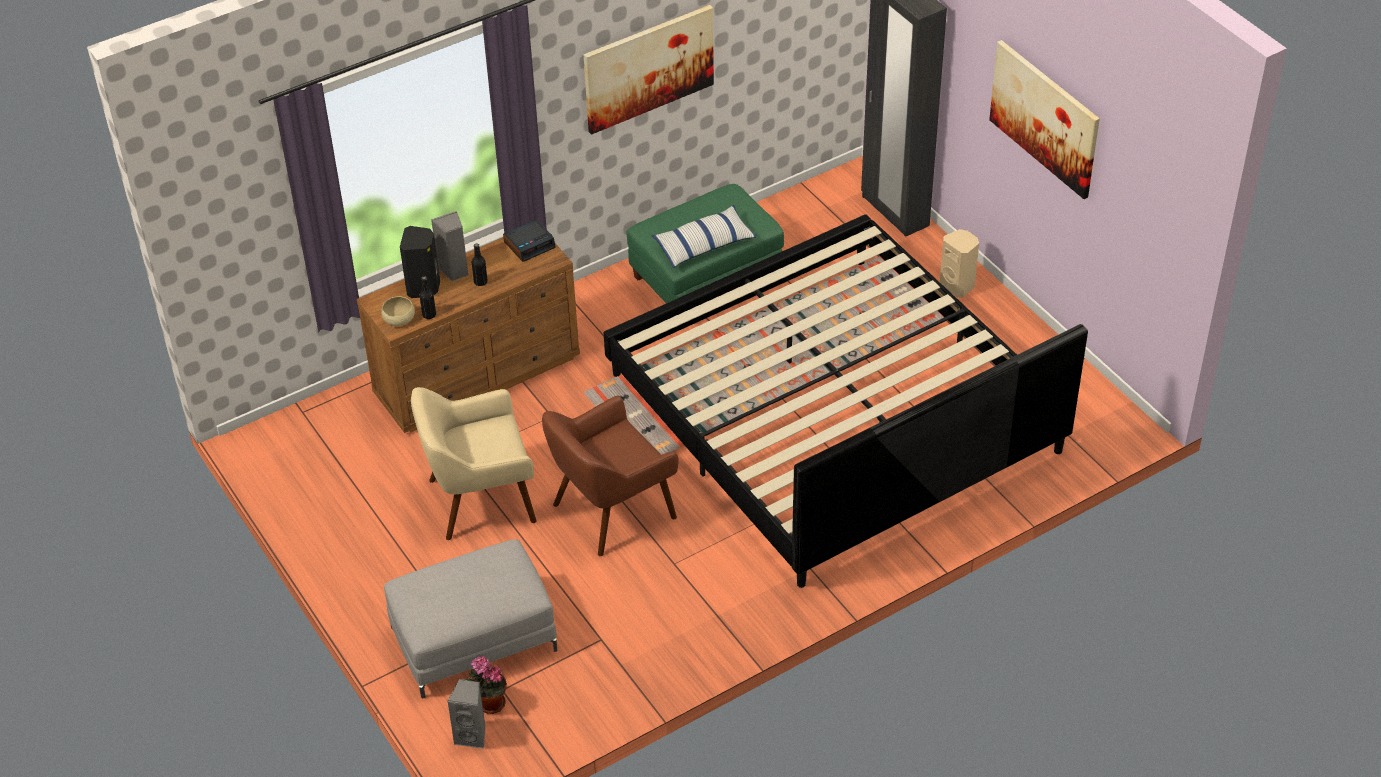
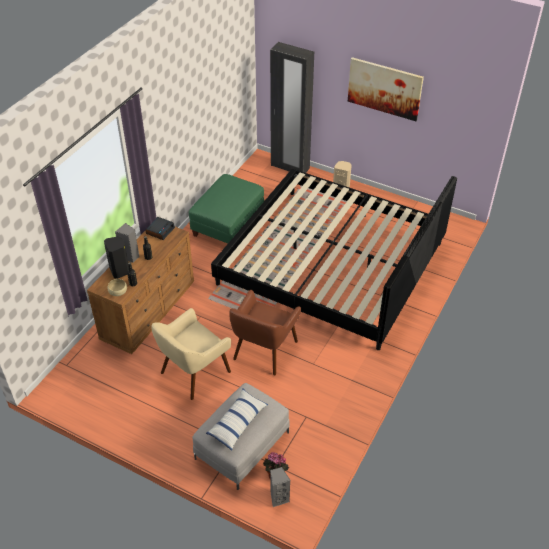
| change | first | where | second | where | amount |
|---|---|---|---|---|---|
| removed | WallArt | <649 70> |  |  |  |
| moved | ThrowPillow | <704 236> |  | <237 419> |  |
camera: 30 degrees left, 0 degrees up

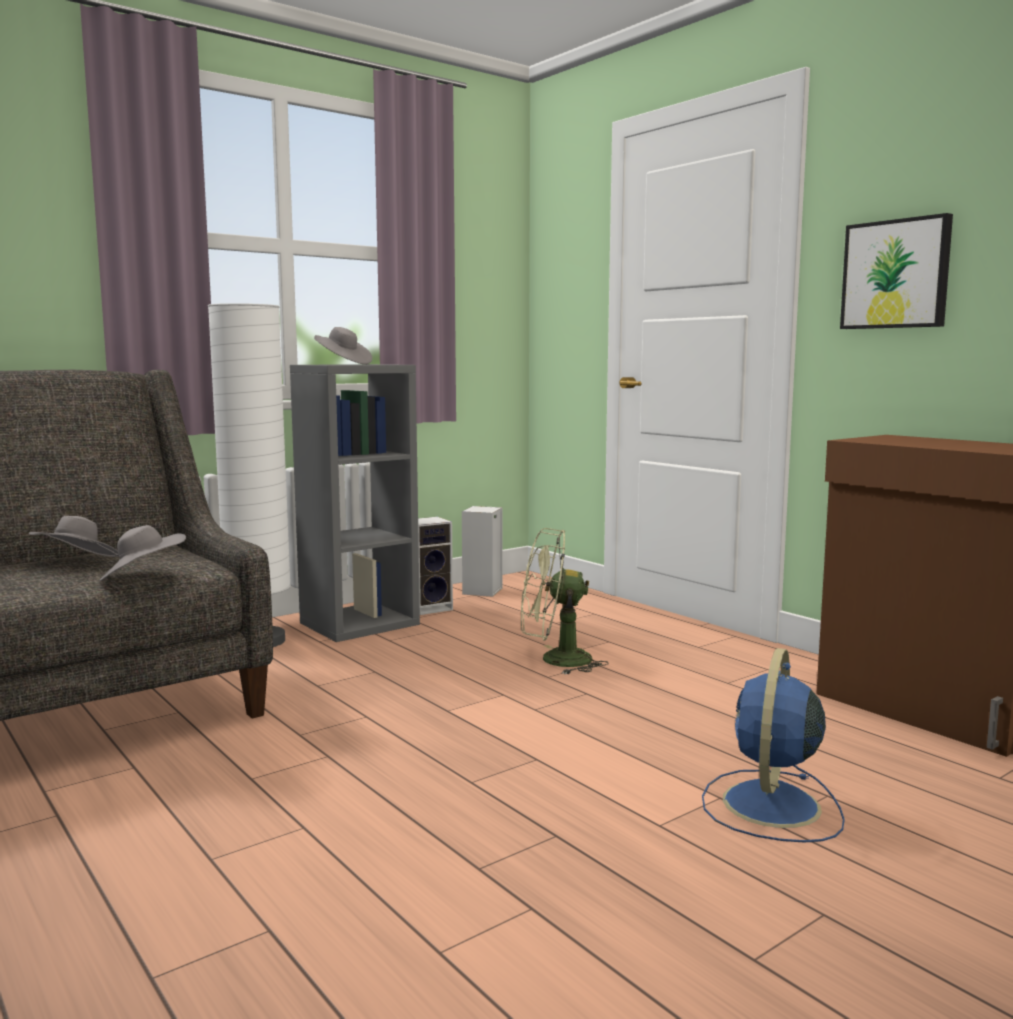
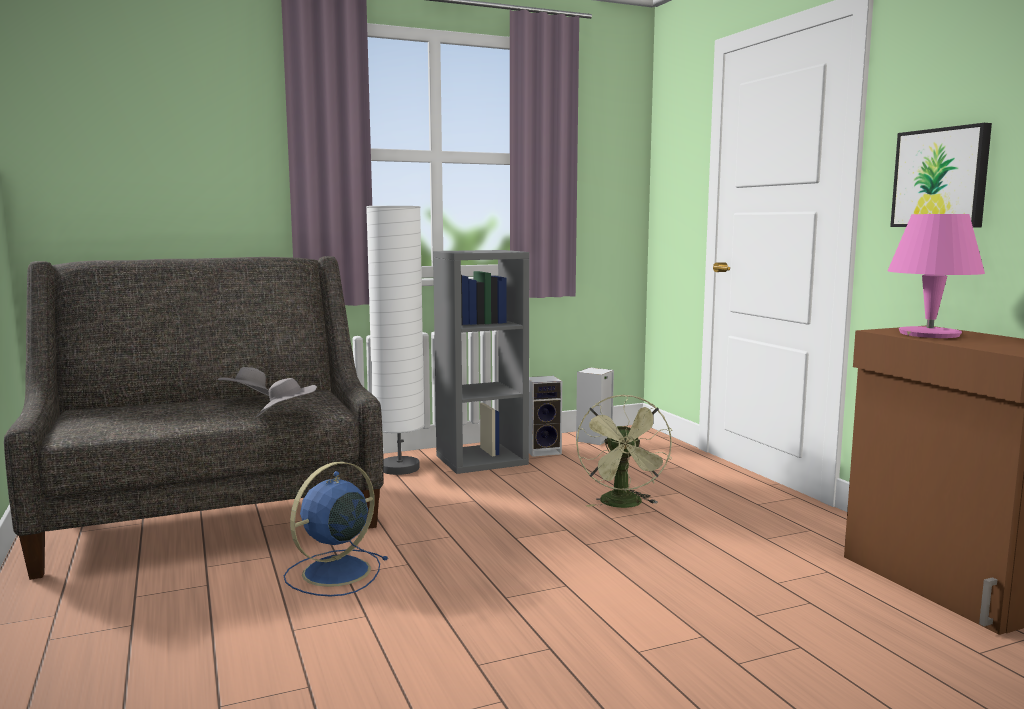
| change | first | where | second | where | amount |
|---|---|---|---|---|---|
| removed | GreyClothingHat | <343 345> |  |  |  |
| turned | GreenElectricFan | <565 601> |  | <624 451> | 105 degrees counterclockwise |
| moved | BluishElectricFan | <773 745> |  | <336 529> |  |
| added |  |  | PinkishTabletopLamp | <936 276> |  |
camera: 15 degrees right, 0 degrees up

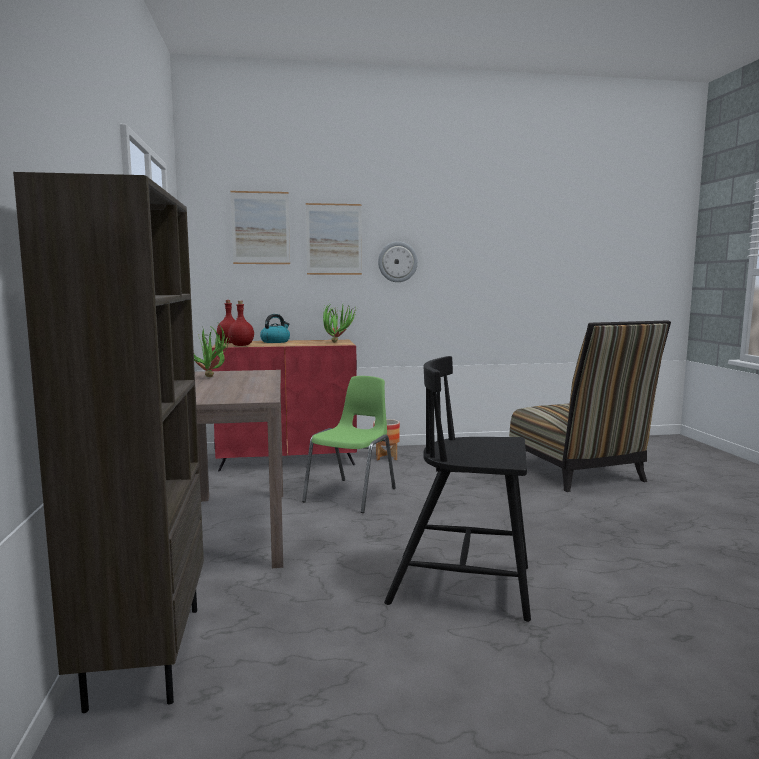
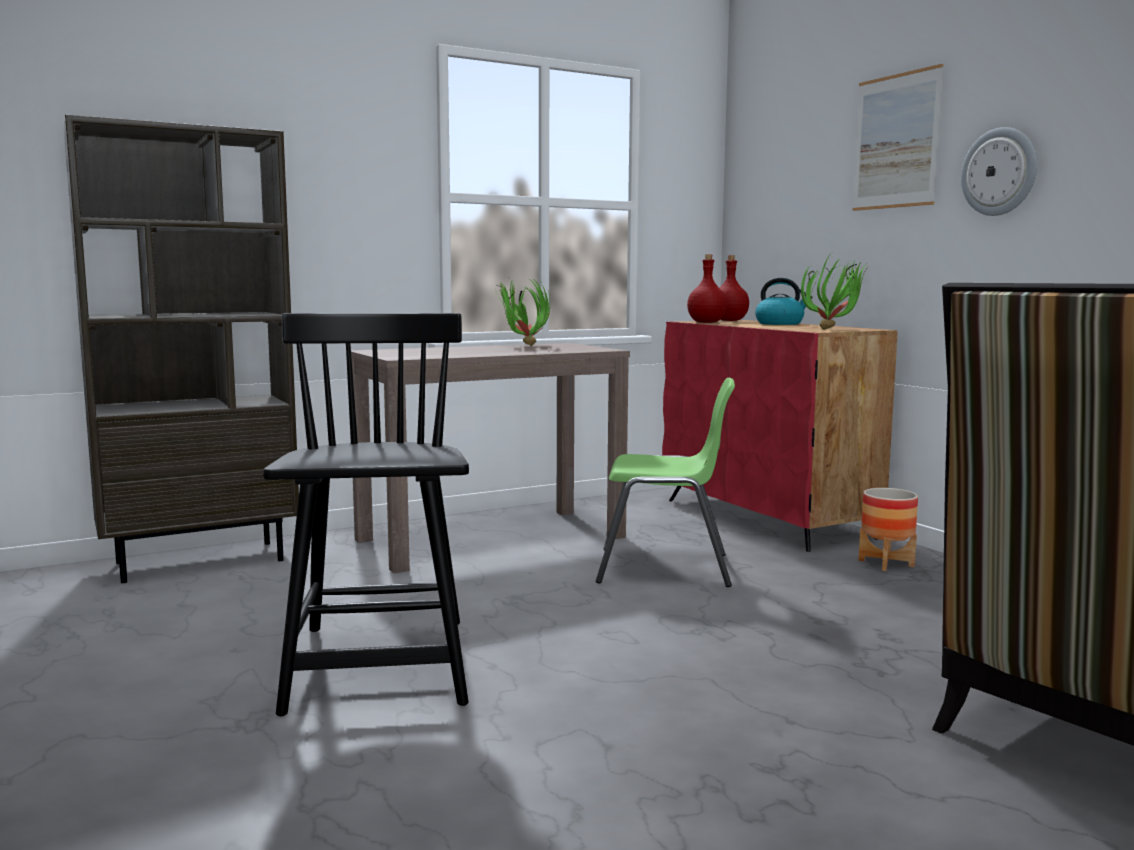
| change | first | where | second | where | amount |
|---|---|---|---|---|---|
| removed | WallArt | <260 227> |  |  |  |
camera: 70 degrees right, 0 degrees up

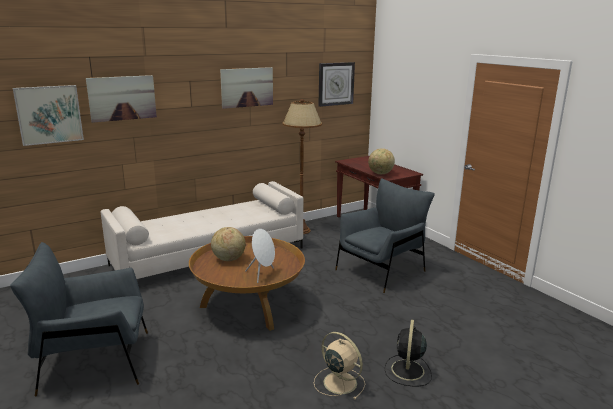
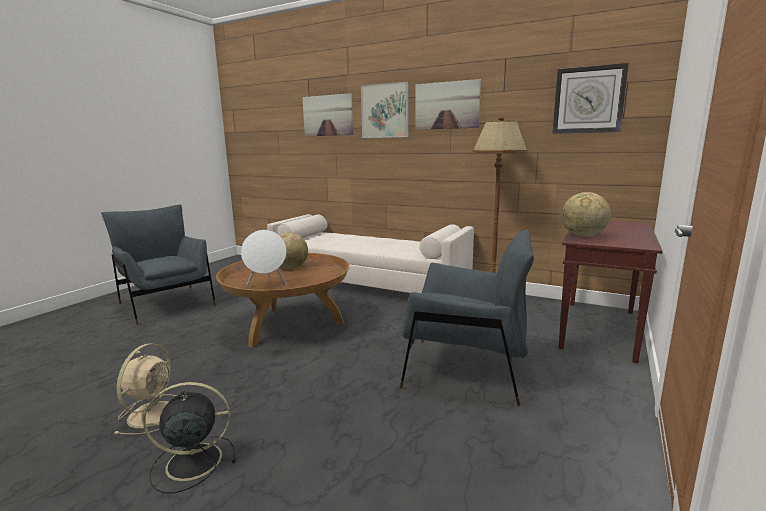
| change | first | where | second | where | amount |
|---|---|---|---|---|---|
| moved | WallArt | <48 115> |  | <384 110> |  |
camera: 60 degrees right, 5 degrees down

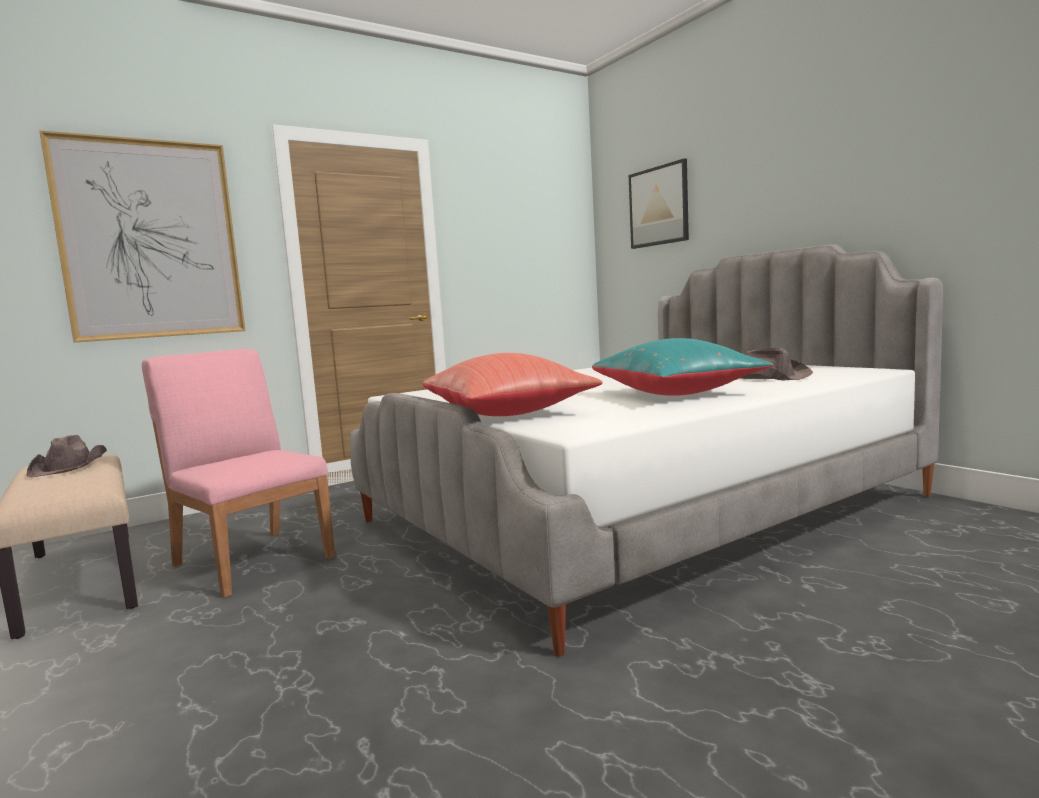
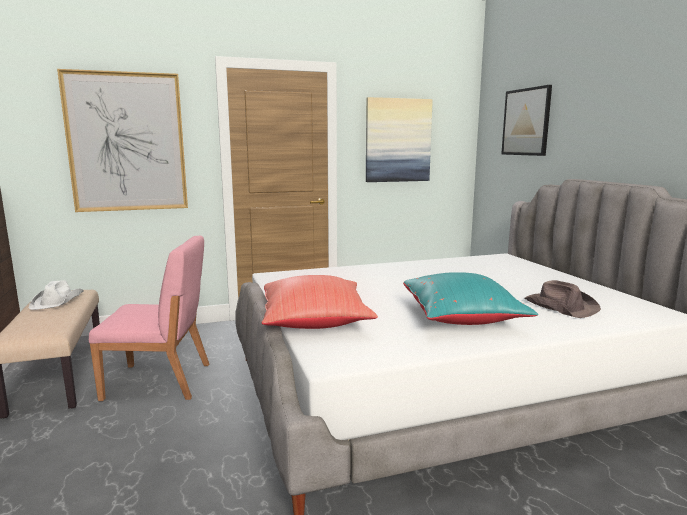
| change | first | where | second | where | amount |
|---|---|---|---|---|---|
| turned | PinkishUprightChair | <238 473> |  | <149 318> | 120 degrees clockwise |
| recoloured | BrownColouredClothingHat | <67 456> | WhiteClothingHat | <56 295> |  |
| added |  |  | WallArt | <399 139> |  |
camera: 15 degrees right, 5 degrees up

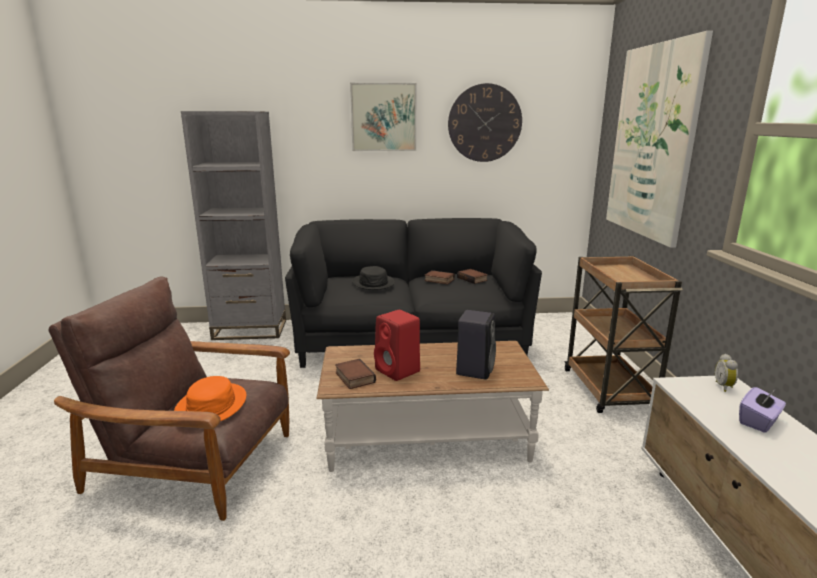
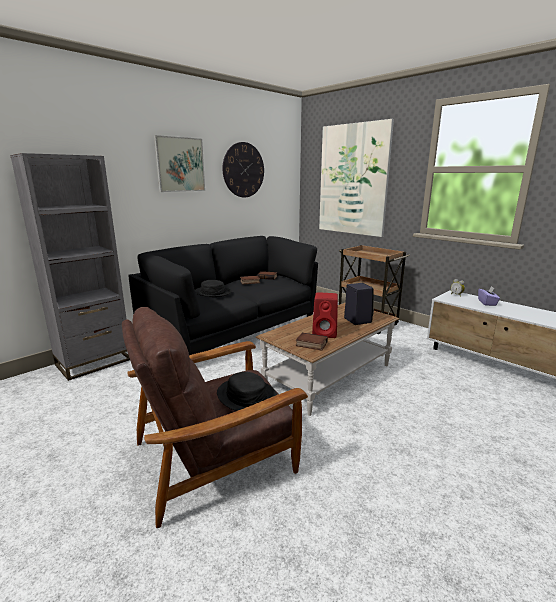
| change | first | where | second | where | amount |
|---|---|---|---|---|---|
| recoloured | OrangeyClothingHat | <210 398> | BlackColouredClothingHat | <247 391> |  |
camera: 40 degrees left, 0 degrees up

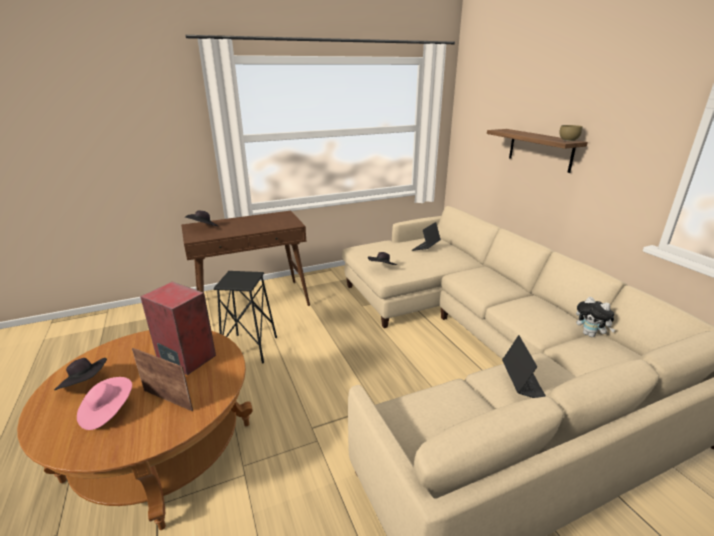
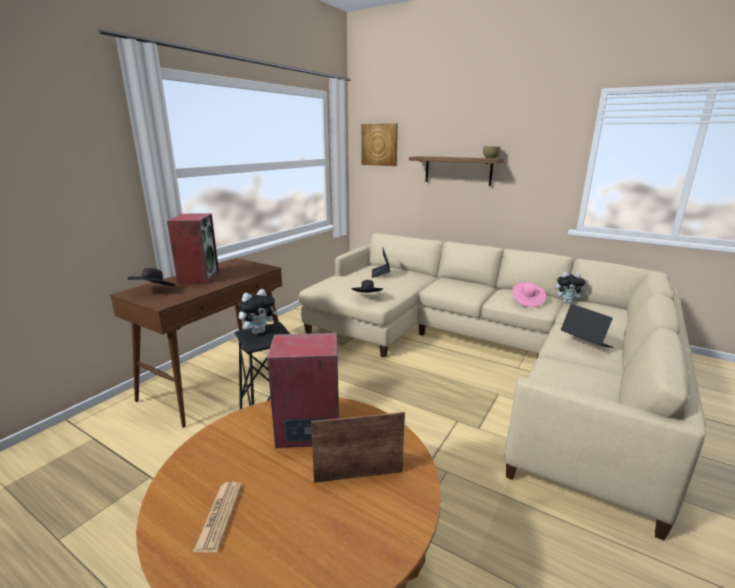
| change | first | where | second | where | amount |
|---|---|---|---|---|---|
| replaced | BlackColouredClothingHat | <80 374> | PrintedPaper | <217 517> |  |
| moved | PinkishClothingHat | <104 403> |  | <529 294> |  |
| added |  |  | WallArt | <379 144> |  |
| added |  |  | AudioSpeaker | <193 248> |  |
| added |  |  | PlushToy | <258 311> |  |
camera: 35 degrees left, 5 degrees down

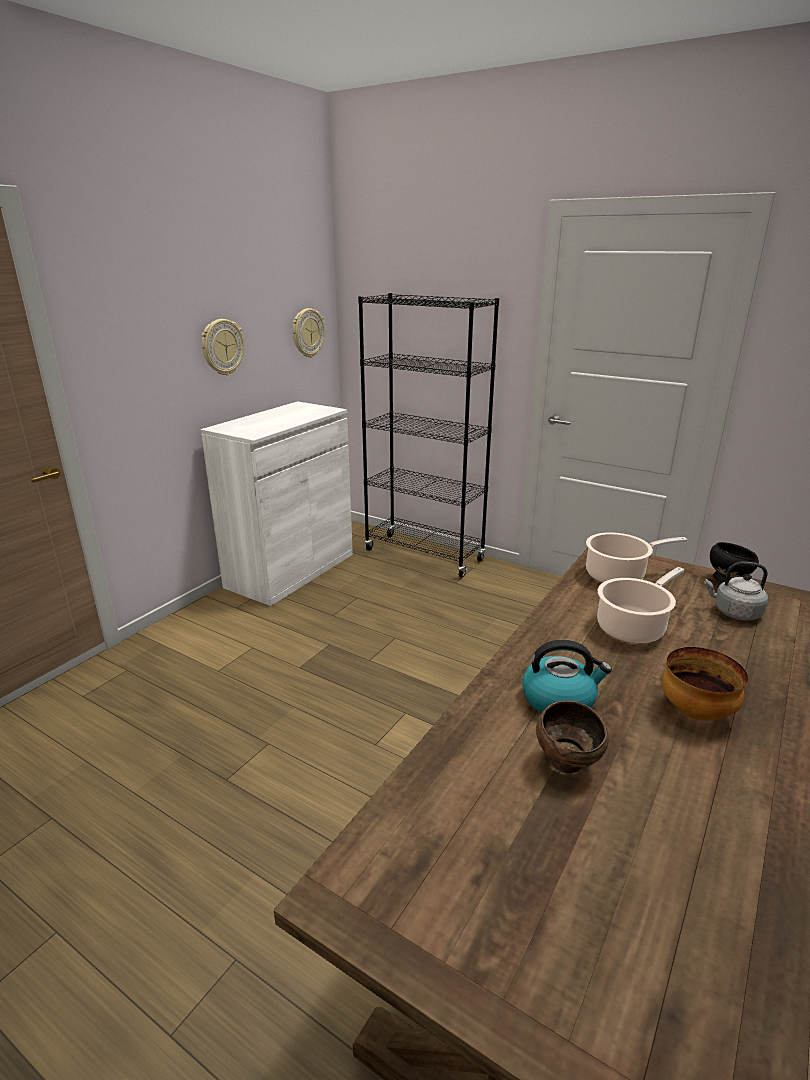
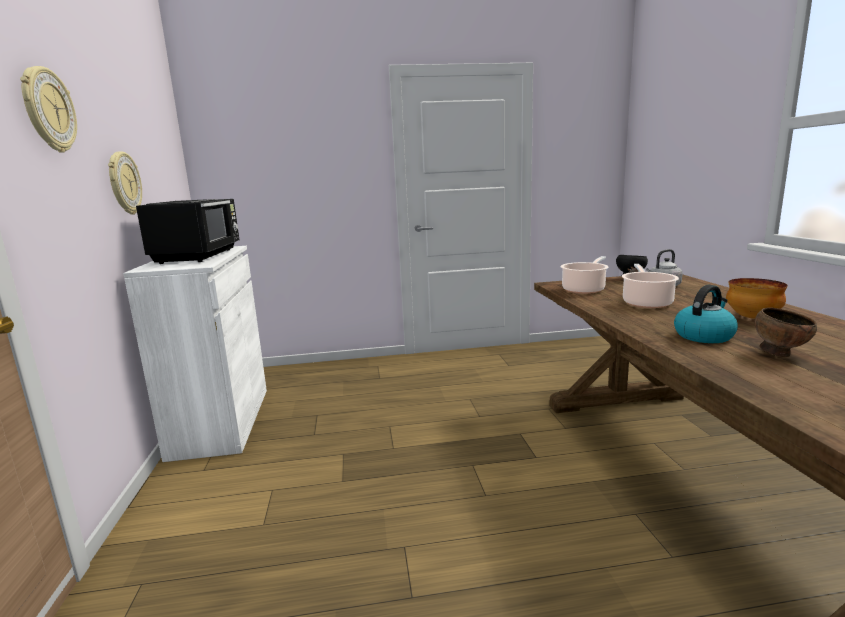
| change | first | where | second | where | amount |
|---|---|---|---|---|---|
| removed | BlackColouredShelvingUnit | <428 435> |  |  |  |
| moved | WallClock | <309 333> |  | <48 109> |  |
| added |  |  | BlackColouredMicrowaveOven | <187 231> |  |
camera: 40 degrees left, 10 degrees down

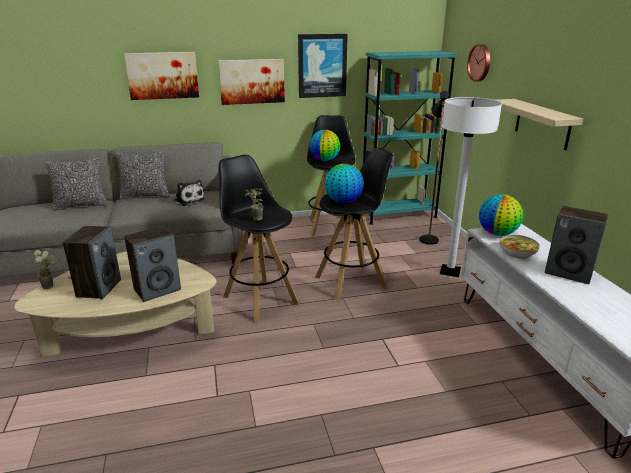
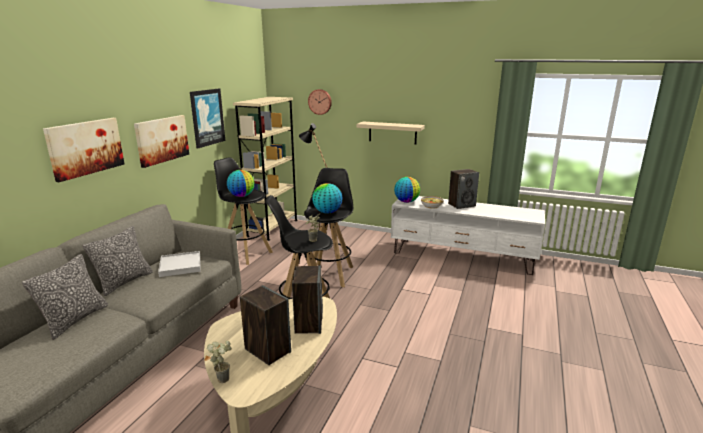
| change | first | where | second | where | amount |
|---|---|---|---|---|---|
| recoloured | TurquoiseShelvingUnit | <410 138> | BeigeShelvingUnit | <265 169> |  |
| removed | WhiteStandingLamp | <471 187> |  |  |  |
| replaced | PlushToy | <189 193> | WhiteServingTray | <179 264> |  |
camera: 55 degrees left, 5 degrees down

